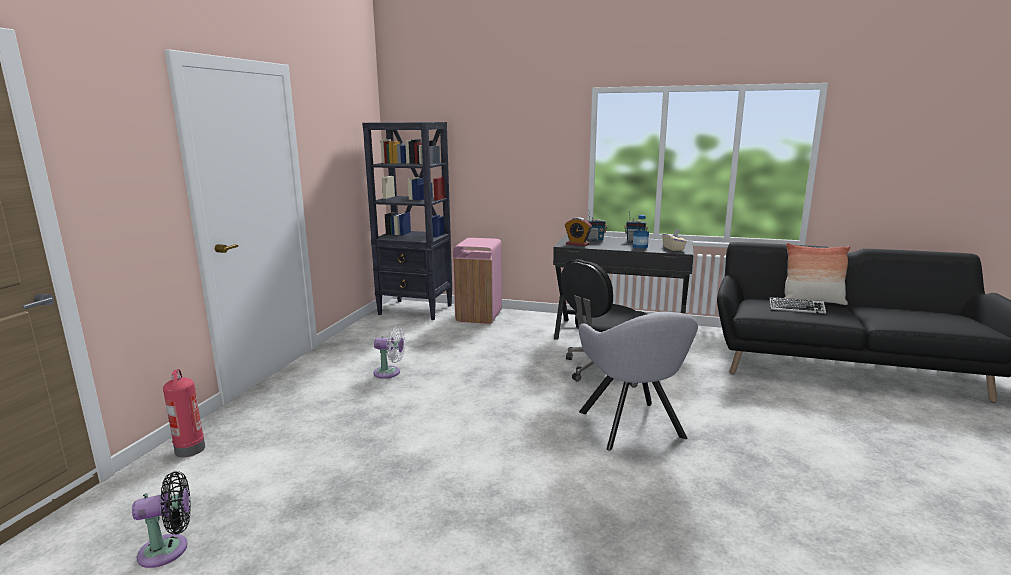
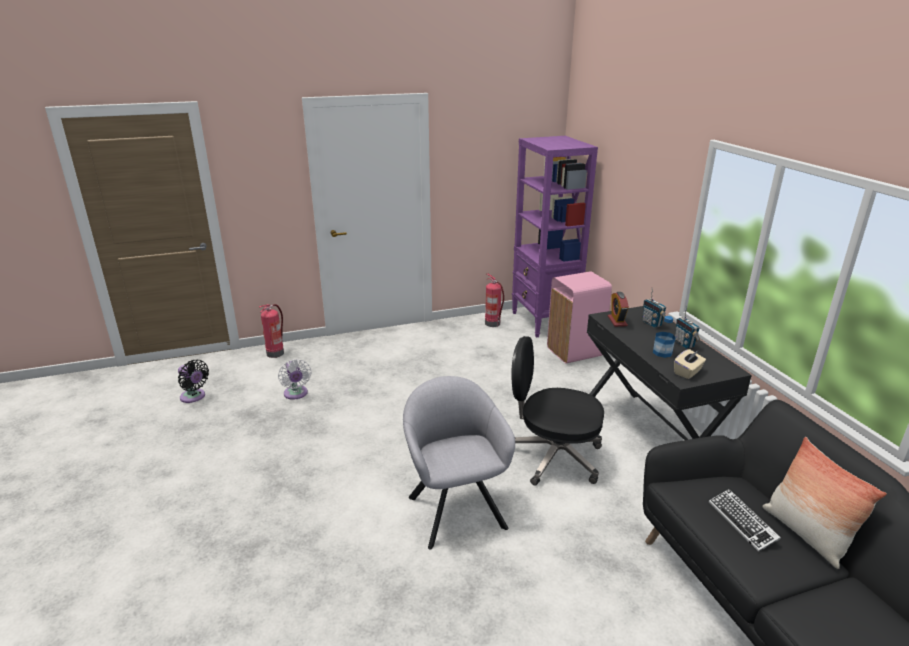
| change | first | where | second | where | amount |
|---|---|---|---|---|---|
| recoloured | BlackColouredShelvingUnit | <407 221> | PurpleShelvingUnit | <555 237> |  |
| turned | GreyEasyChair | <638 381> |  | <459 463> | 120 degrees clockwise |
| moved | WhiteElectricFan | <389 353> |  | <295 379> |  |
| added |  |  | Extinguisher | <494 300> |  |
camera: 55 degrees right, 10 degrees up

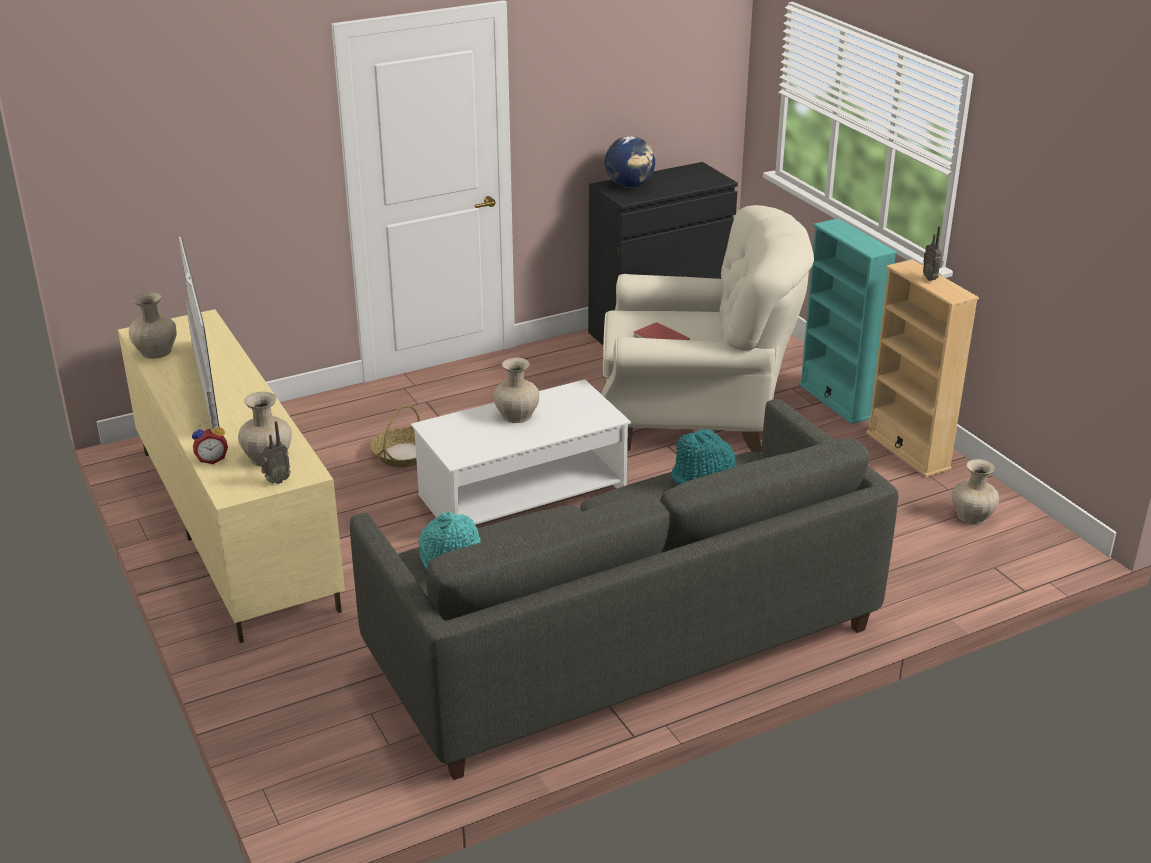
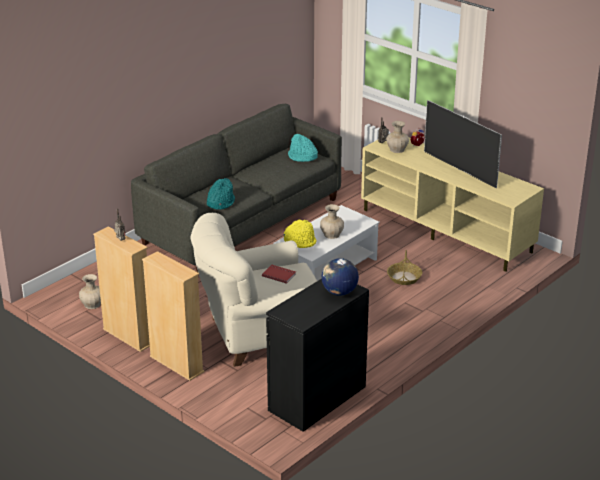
| change | first | where | second | where | amount |
|---|---|---|---|---|---|
| recoloured | TurquoiseShelvingUnit | <847 321> | BeigeShelvingUnit | <173 316> |  |
| removed | BeigeFlowerVase | <153 325> |  |  |  |
| added |  |  | YellowishClothingHat | <300 234> |  |
camera: 160 degrees right, 0 degrees up

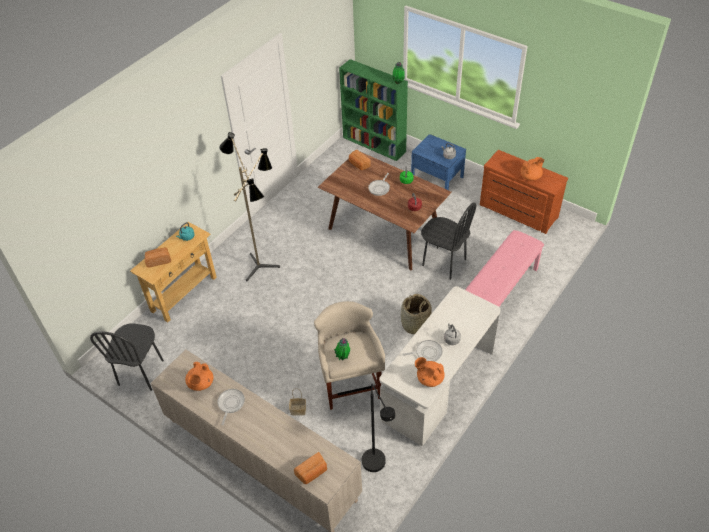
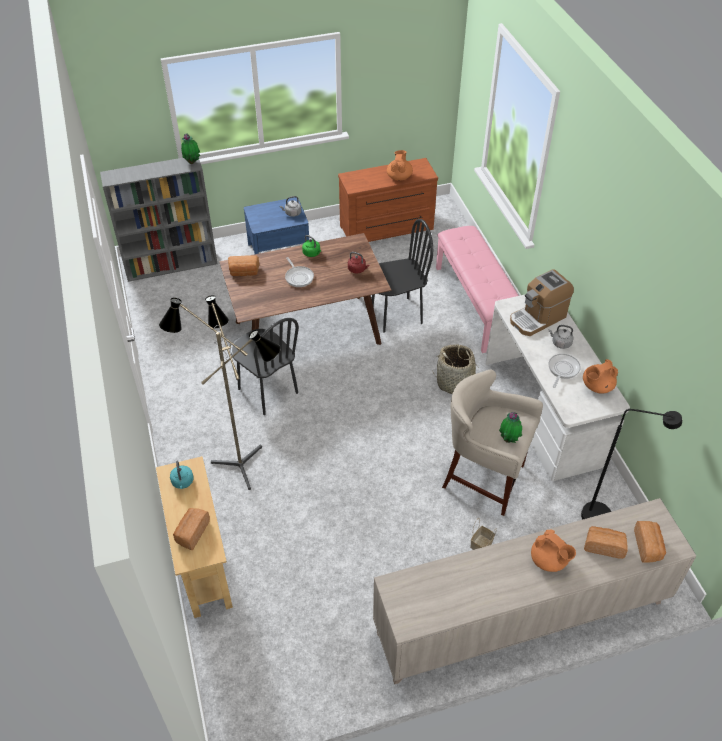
| change | first | where | second | where | amount |
|---|---|---|---|---|---|
| recoloured | GreenShelvingUnit | <373 110> | GreyShelvingUnit | <159 219> |  |
| moved | BlackColouredUprightChair | <127 357> |  | <264 366> |  |
| moved | OrangeyTeapot | <199 376> |  | <553 550> |  |
| removed | FryingPan | <231 407> |  |  |  |
| added |  |  | CoffeeMachine | <542 302> |  |
| added |  |  | Bread | <606 542> |  |
camera: 55 degrees left, 0 degrees up

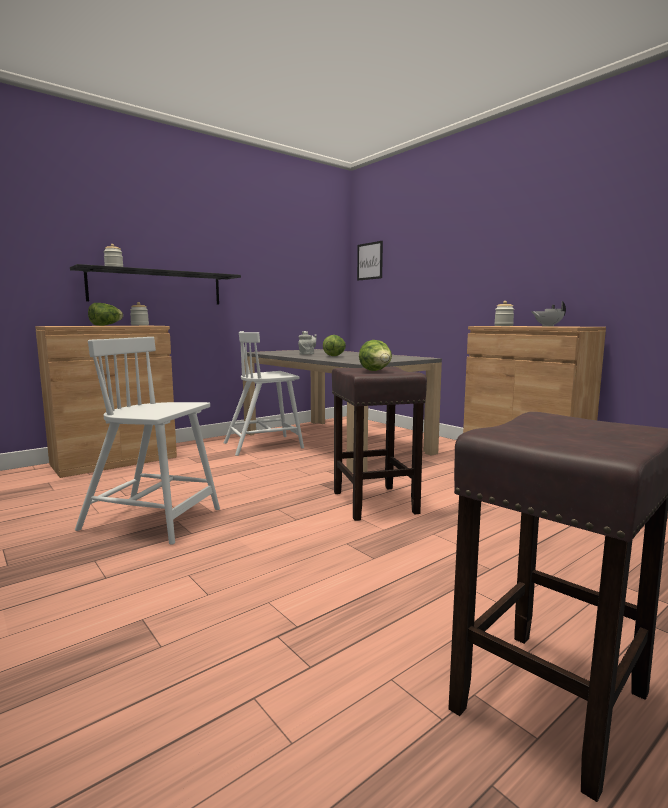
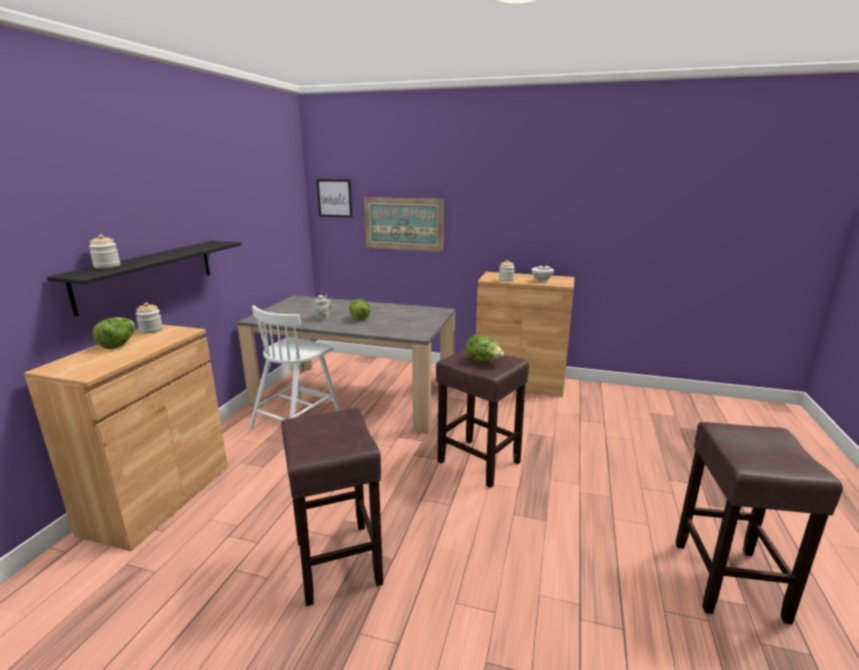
| change | first | where | second | where | amount |
|---|---|---|---|---|---|
| replaced | WhiteUprightChair | <147 441> | BrownColouredStool | <332 507> |  |
| added |  |  | WallArt | <404 224> |  |
camera: 35 degrees left, 10 degrees up

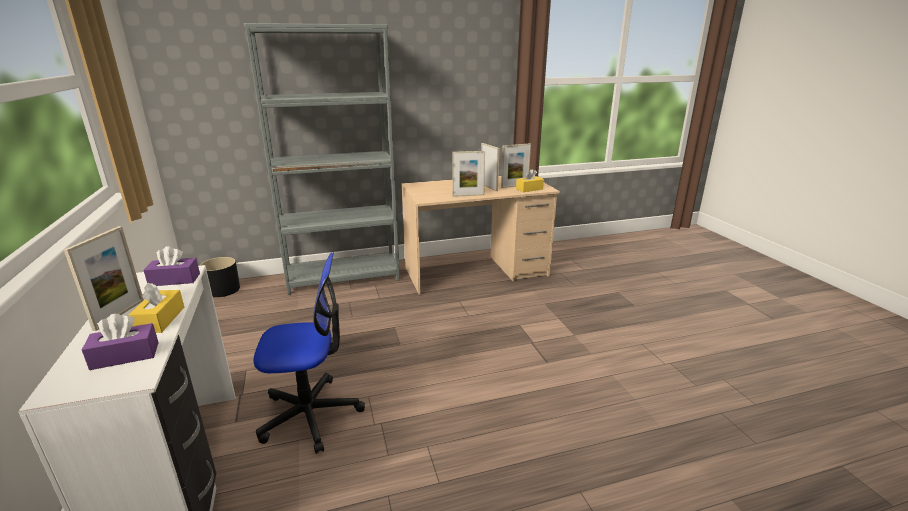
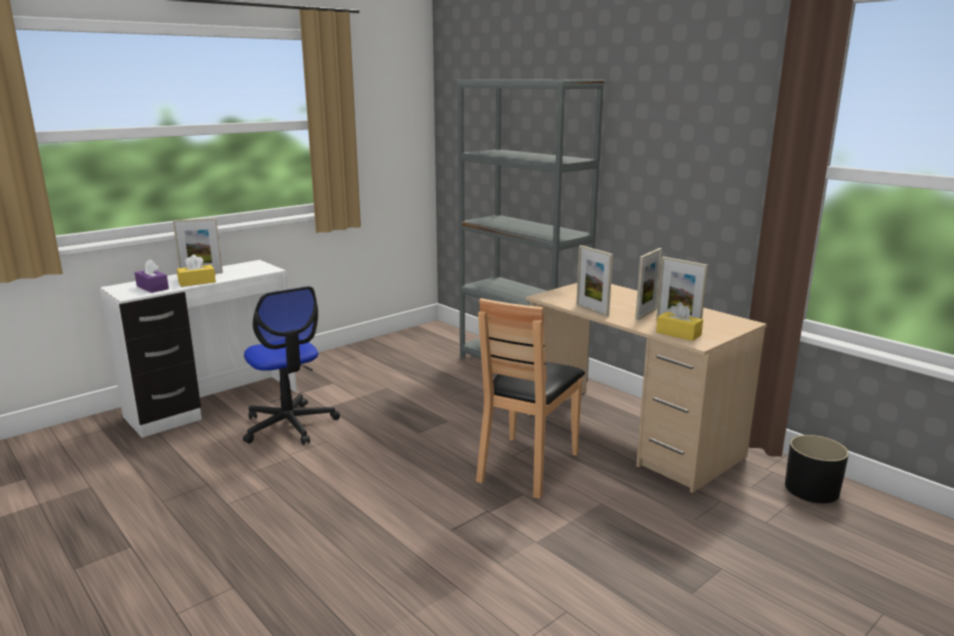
| change | first | where | second | where | amount |
|---|---|---|---|---|---|
| removed | PurpleTissueBox | <171 266> |  |  |  |
| moved | BlackColouredPlanter | <220 277> |  | <817 469> |  |
| added |  |  | BrownColouredUprightChair | <530 398> |  |
camera: 65 degrees right, 5 degrees down

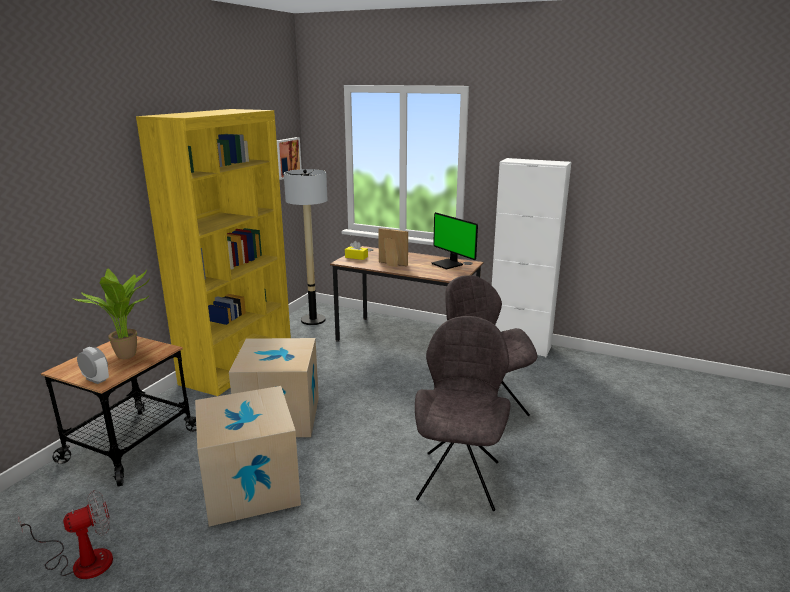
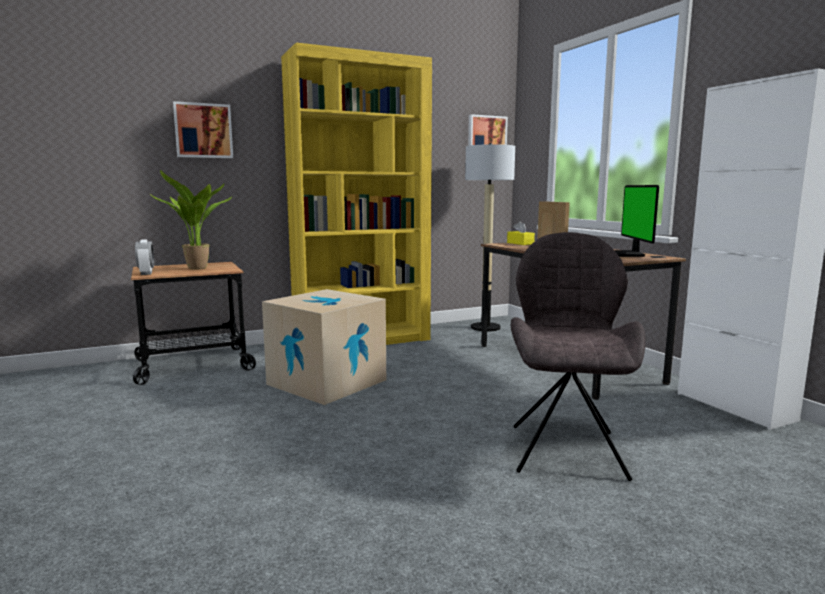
| change | first | where | second | where | amount |
|---|---|---|---|---|---|
| removed | GreyUprightChair | <462 413> |  |  |  |
| removed | Carton | <248 456> |  |  |  |
| removed | ElectricFan | <65 534> |  |  |  |
| added |  |  | WallArt | <203 129> |  |
camera: 40 degrees right, 10 degrees down

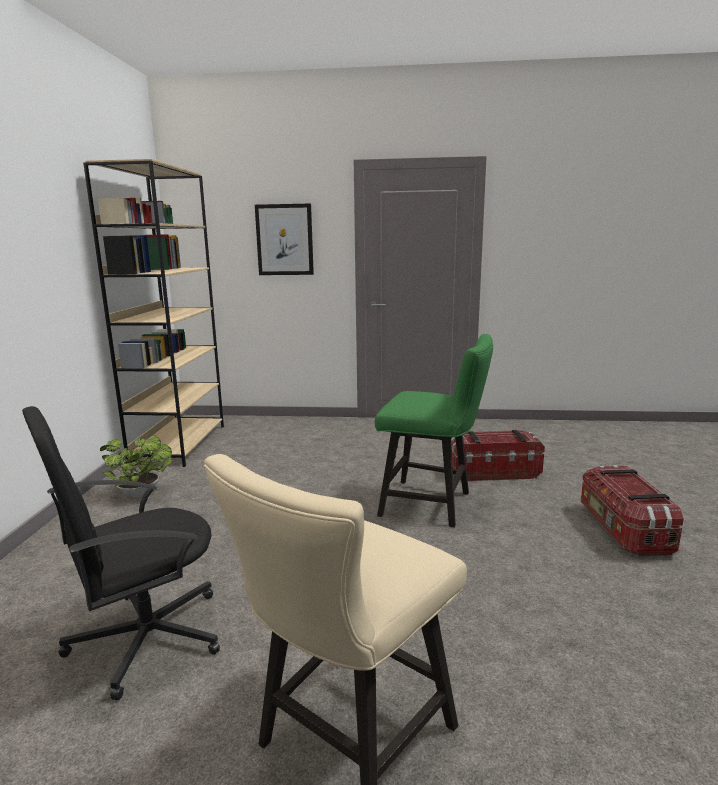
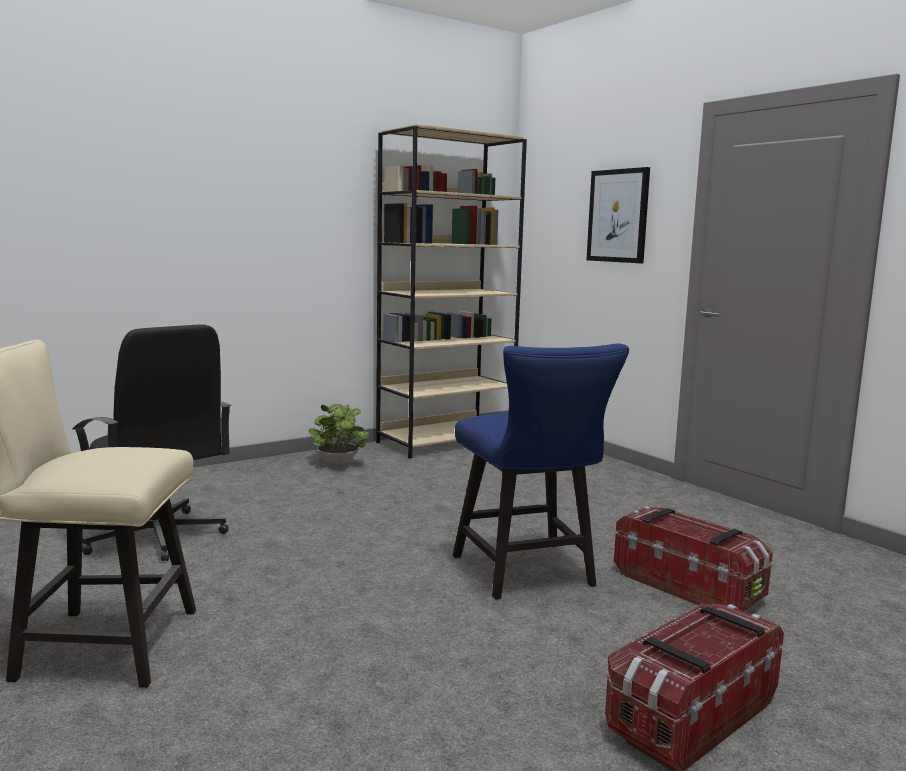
| change | first | where | second | where | amount |
|---|---|---|---|---|---|
| recoloured | GreenUprightChair | <434 430> | BluishUprightChair | <541 471> |  |
| turned | BlackColouredDeskChair | <121 553> |  | <152 443> | 150 degrees counterclockwise |
camera: 50 degrees right, 5 degrees down

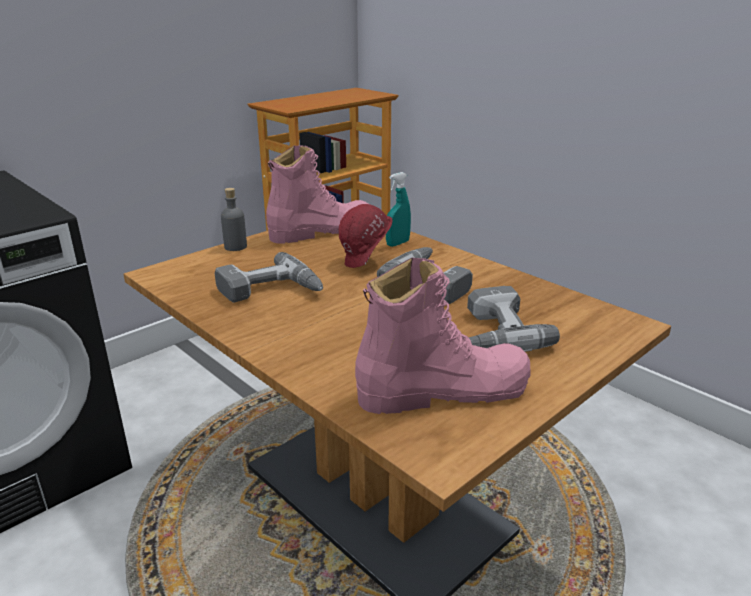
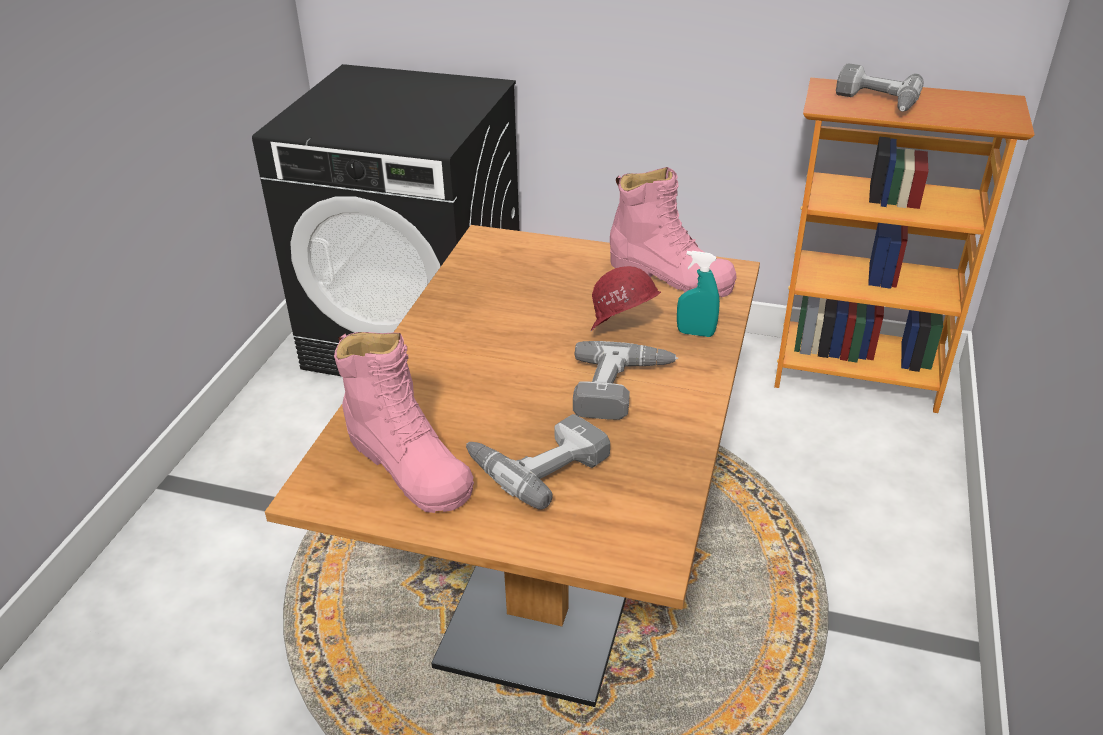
| change | first | where | second | where | amount |
|---|---|---|---|---|---|
| removed | GreyBeverageBottle | <234 219> |  |  |  |
| moved | PowerDrill | <269 277> |  | <879 87> |  |
camera: 60 degrees right, 10 degrees up

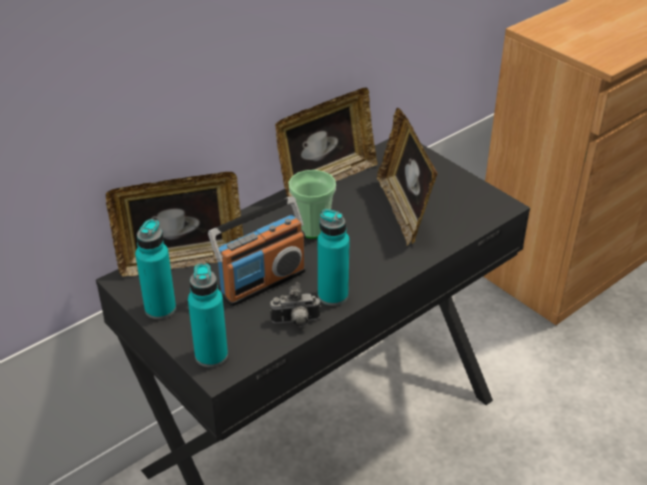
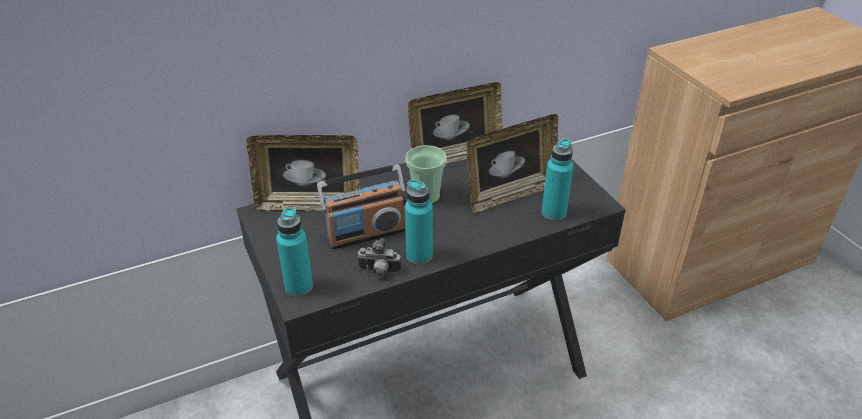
| change | first | where | second | where | amount |
|---|---|---|---|---|---|
| turned | PhotoFrame | <407 177> |  | <512 163> | 120 degrees counterclockwise |
| moved | TurquoiseBeverageBottle | <155 269> |  | <557 179> |  |
camera: 15 degrees right, 0 degrees up

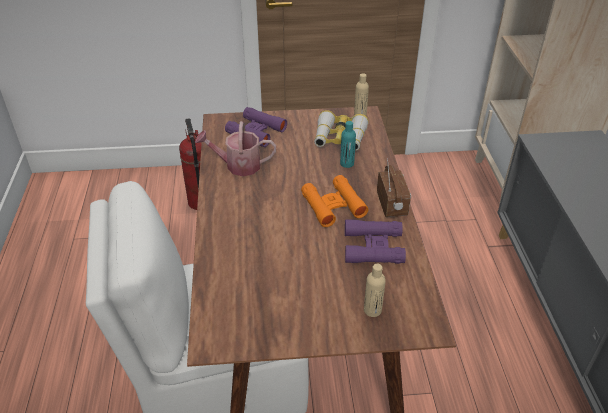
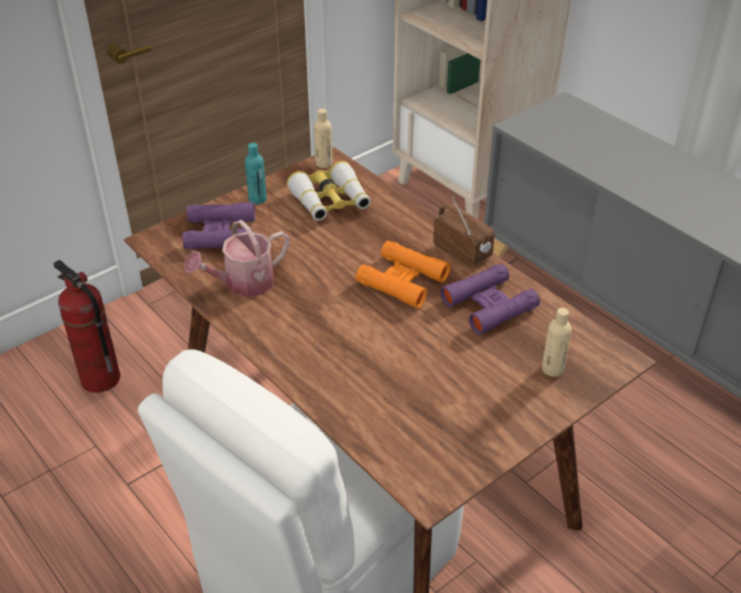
| change | first | where | second | where | amount |
|---|---|---|---|---|---|
| moved | TurquoiseBeverageBottle | <348 144> |  | <256 173> |  |
camera: 35 degrees left, 0 degrees up

